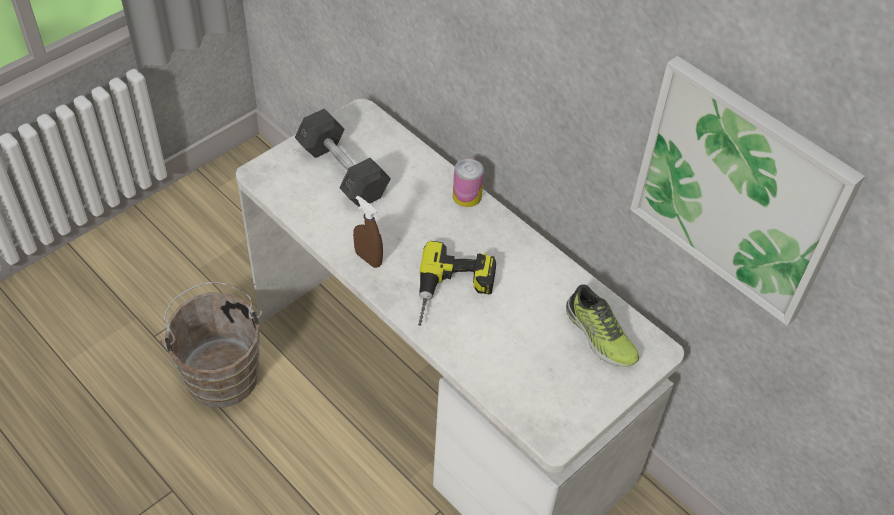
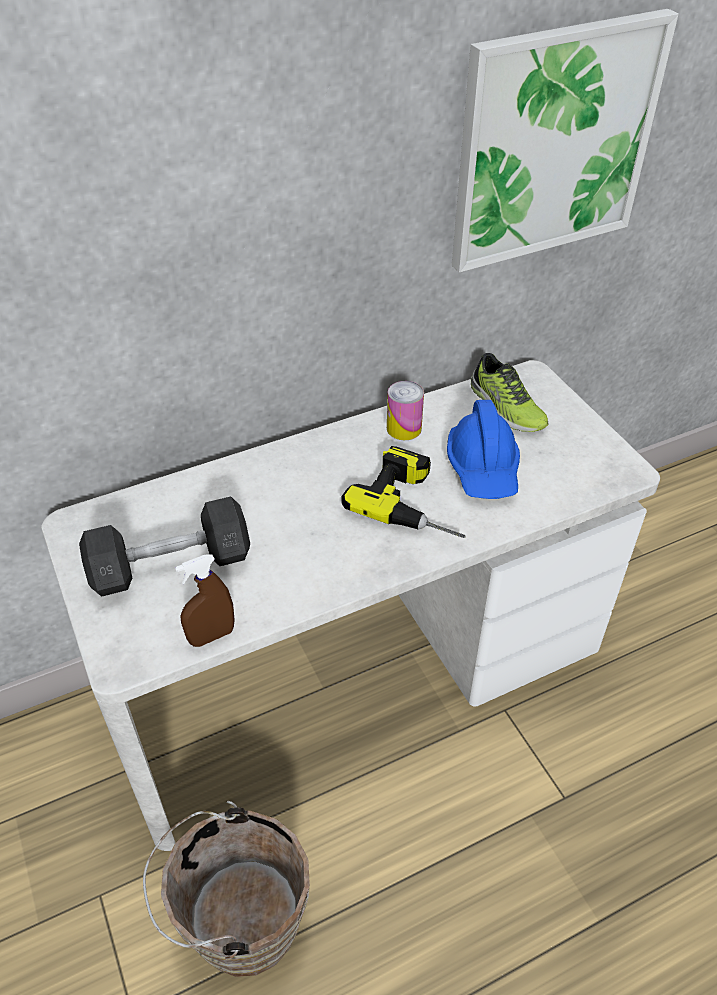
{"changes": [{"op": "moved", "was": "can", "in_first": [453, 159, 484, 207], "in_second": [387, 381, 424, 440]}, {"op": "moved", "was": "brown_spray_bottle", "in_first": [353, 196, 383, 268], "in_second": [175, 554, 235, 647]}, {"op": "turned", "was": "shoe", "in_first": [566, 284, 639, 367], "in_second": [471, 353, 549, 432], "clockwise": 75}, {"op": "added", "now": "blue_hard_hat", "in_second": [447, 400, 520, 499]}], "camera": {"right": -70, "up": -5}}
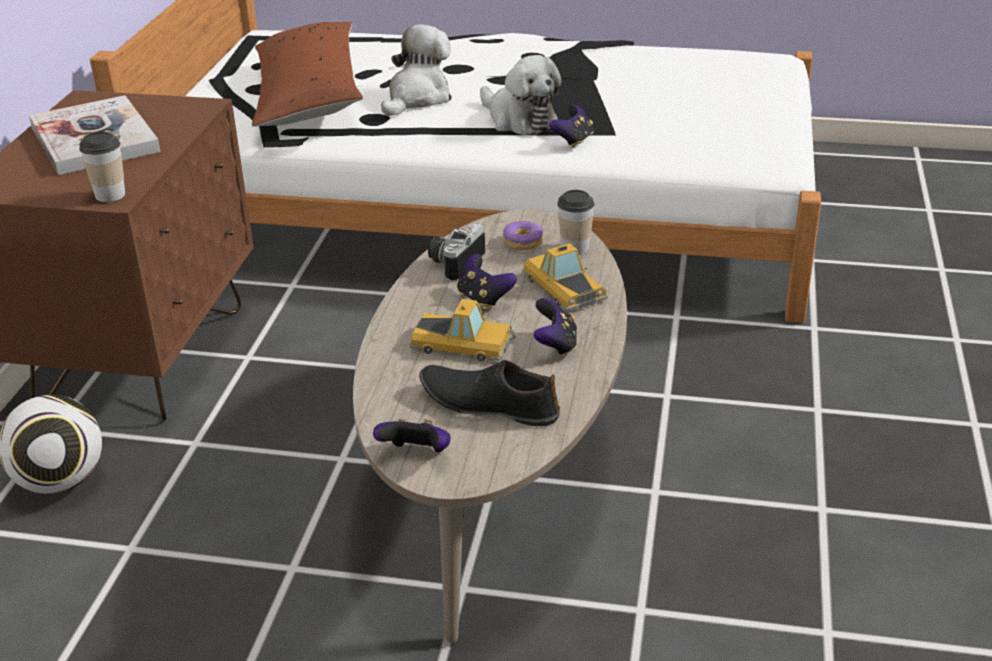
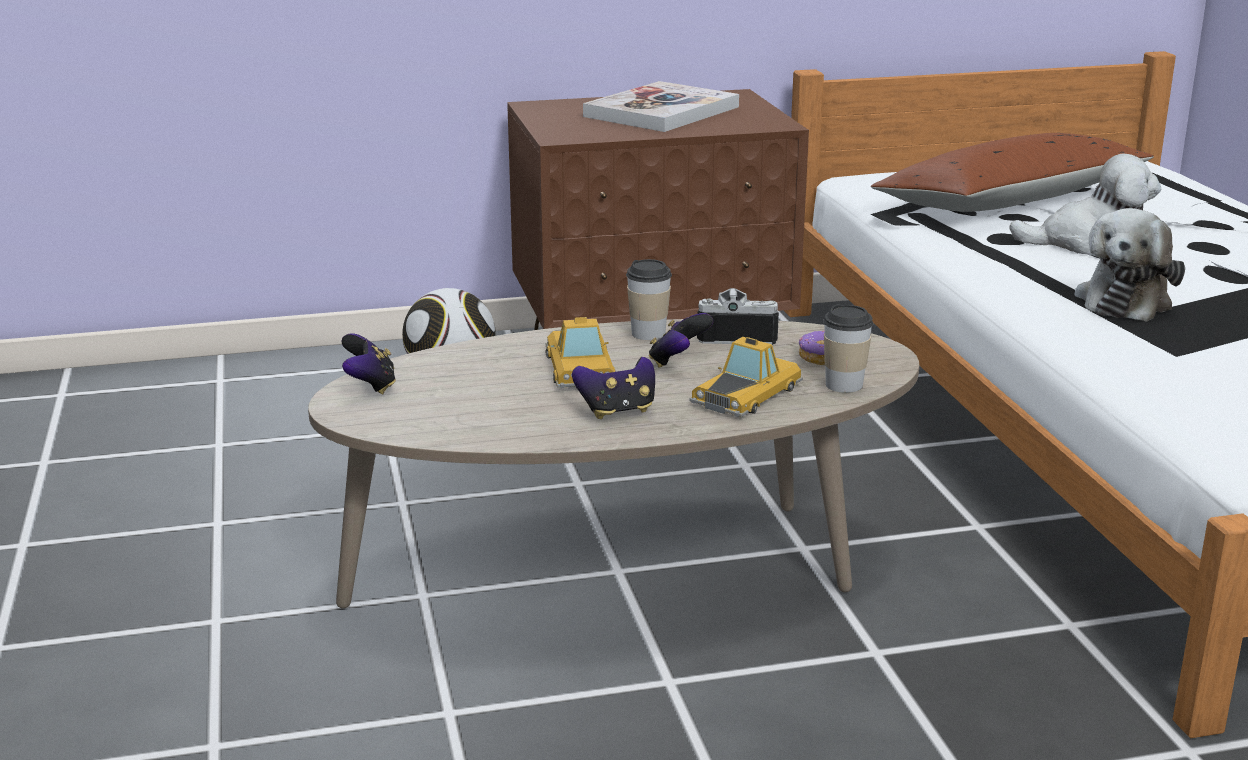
{"changes": [{"op": "removed", "was": "game_controller", "in_first": [549, 105, 594, 148]}, {"op": "moved", "was": "cup", "in_first": [79, 132, 125, 202], "in_second": [626, 259, 672, 340]}, {"op": "removed", "was": "black_shoe", "in_first": [419, 360, 560, 426]}], "camera": {"right": 65, "up": -10}}
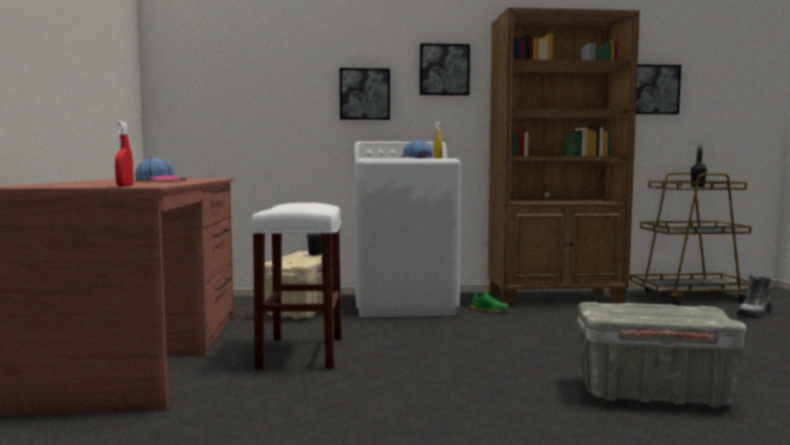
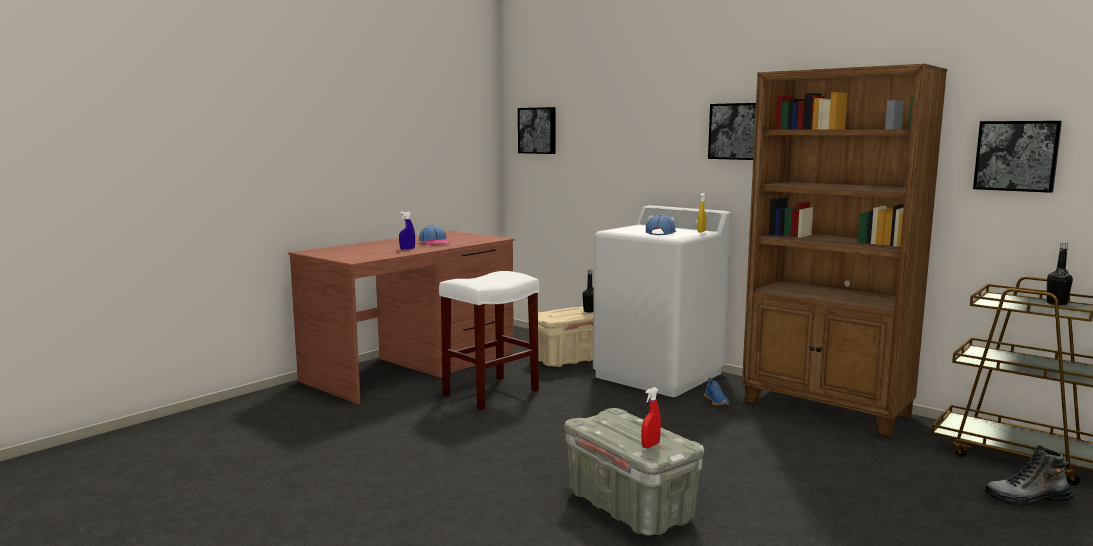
{"changes": [{"op": "moved", "was": "picture", "in_first": [340, 68, 390, 120], "in_second": [518, 107, 555, 154]}, {"op": "moved", "was": "red_spray_bottle", "in_first": [115, 120, 134, 187], "in_second": [641, 387, 661, 448]}, {"op": "recoloured", "was": "green_shoe", "now": "blue_shoe", "in_first": [471, 291, 509, 313], "in_second": [704, 378, 729, 406]}, {"op": "added", "now": "blue_spray_bottle", "in_second": [399, 211, 415, 250]}], "camera": {"right": 45, "up": 5}}
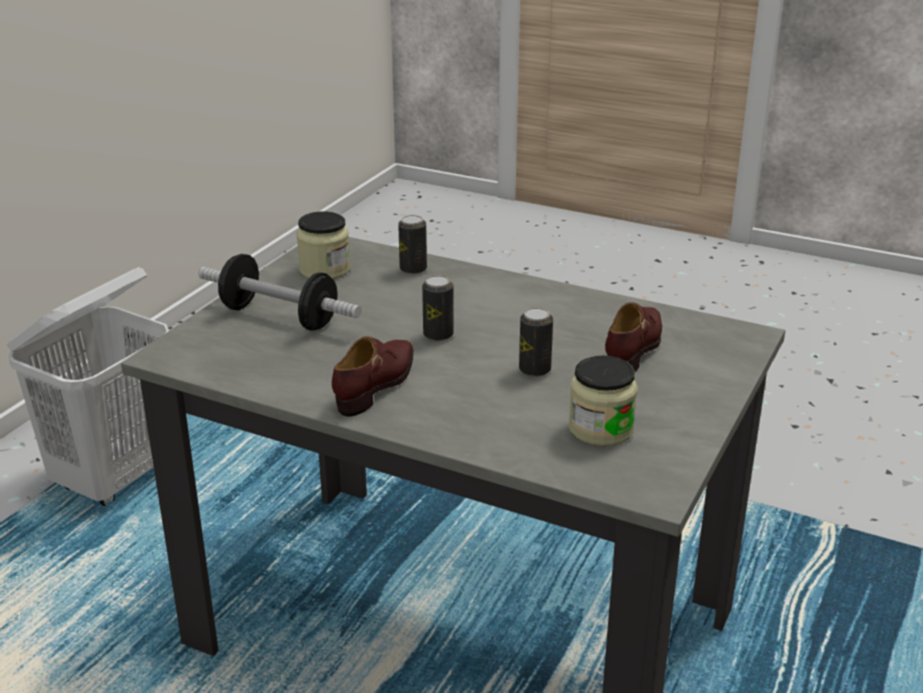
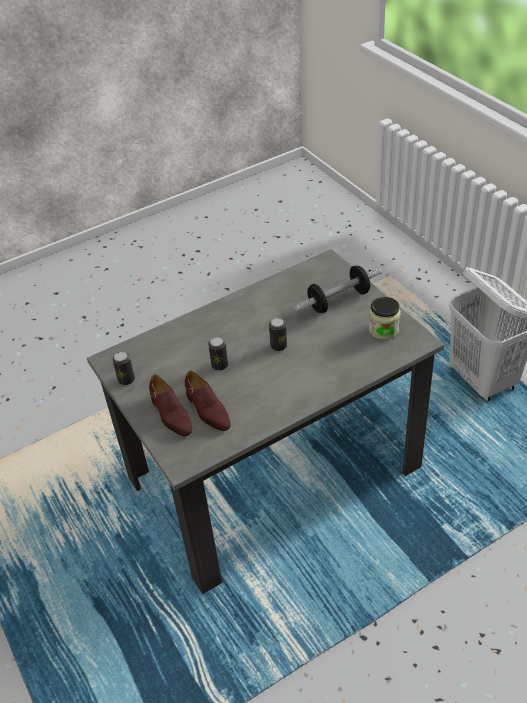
{"changes": [{"op": "moved", "was": "can", "in_first": [398, 215, 427, 274], "in_second": [112, 352, 135, 385]}, {"op": "moved", "was": "brown_shoe", "in_first": [332, 336, 414, 416], "in_second": [149, 375, 192, 436]}, {"op": "removed", "was": "jar", "in_first": [568, 356, 638, 446]}], "camera": {"right": 125, "up": 15}}
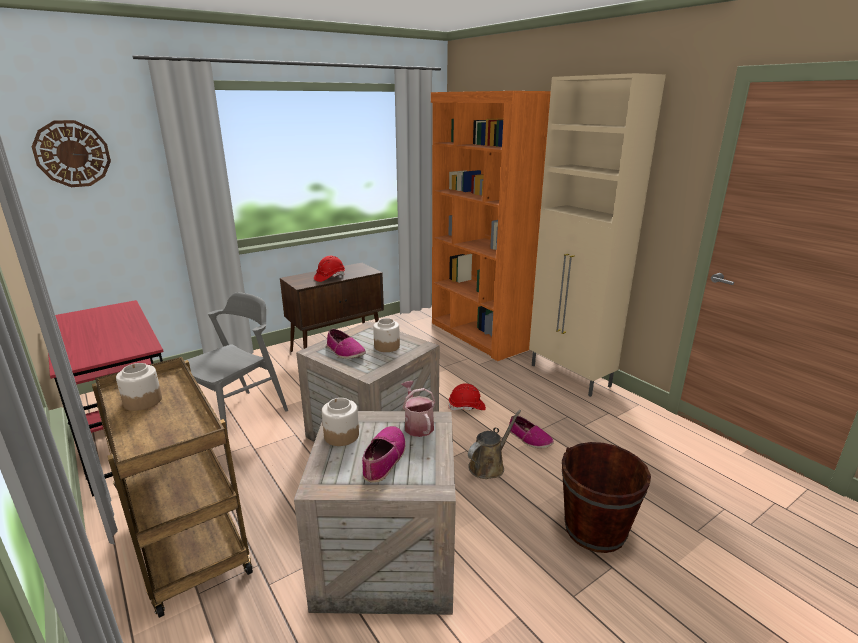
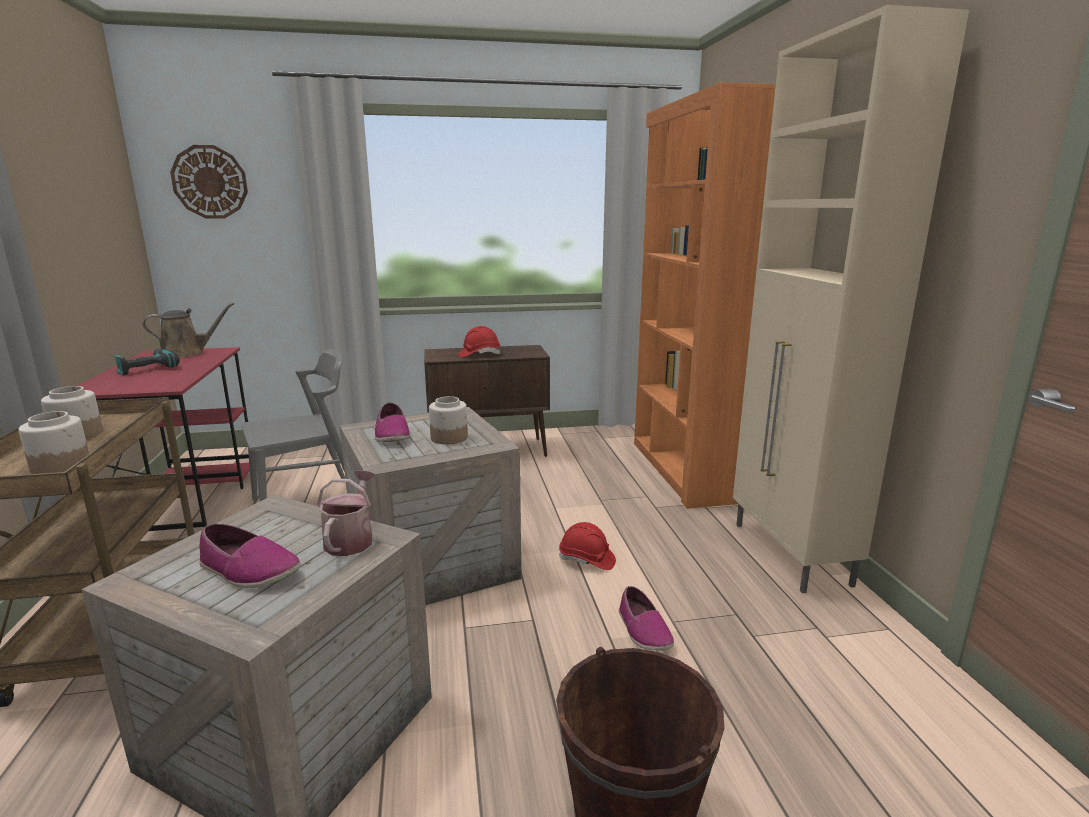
{"changes": [{"op": "moved", "was": "jar", "in_first": [322, 398, 359, 446], "in_second": [18, 411, 89, 474]}, {"op": "moved", "was": "brown_watering_can", "in_first": [468, 410, 521, 479], "in_second": [143, 302, 234, 358]}, {"op": "turned", "was": "shoe", "in_first": [362, 426, 406, 483], "in_second": [199, 523, 301, 588], "clockwise": 75}, {"op": "added", "now": "power_drill", "in_second": [113, 349, 180, 375]}], "camera": {"right": 25, "up": -5}}
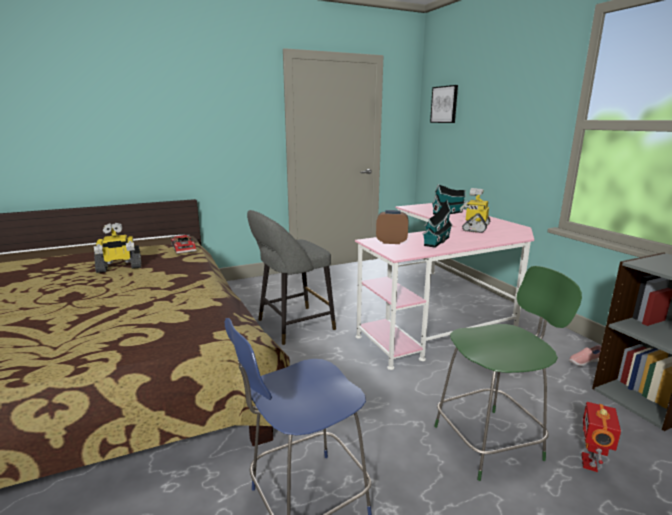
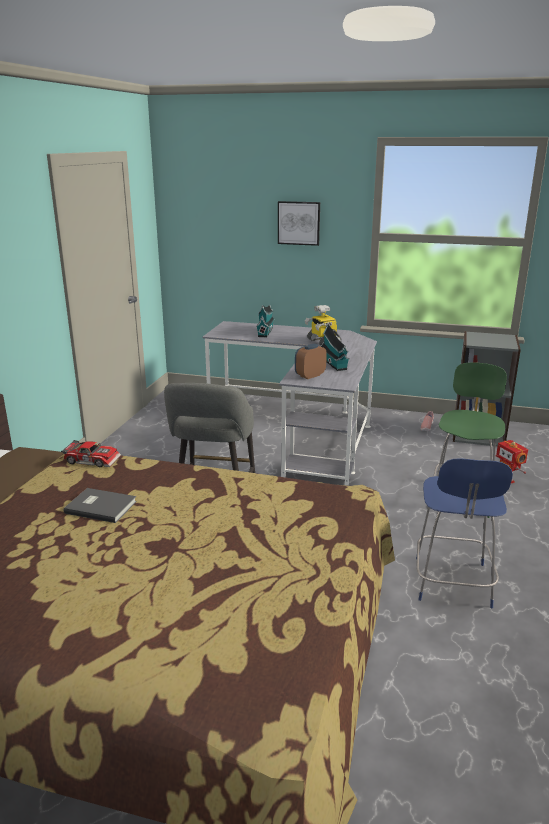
{"changes": [{"op": "moved", "was": "picture", "in_first": [430, 85, 458, 123], "in_second": [278, 201, 320, 246]}, {"op": "recoloured", "was": "pink_desk", "now": "grey_desk", "in_first": [355, 203, 534, 370], "in_second": [203, 321, 377, 486]}, {"op": "replaced", "was": "toy_robot", "now": "grey_book", "in_first": [94, 223, 142, 273], "in_second": [64, 488, 137, 523]}], "camera": {"right": -50, "up": 5}}
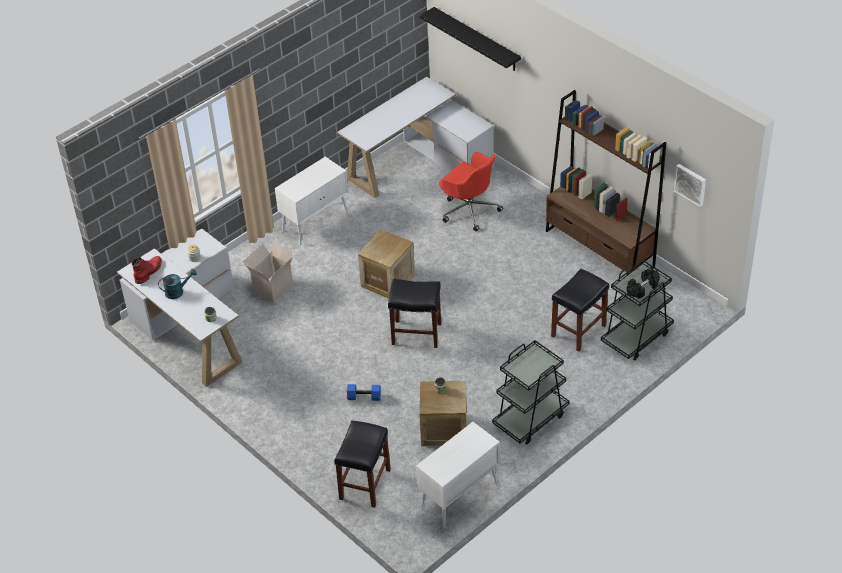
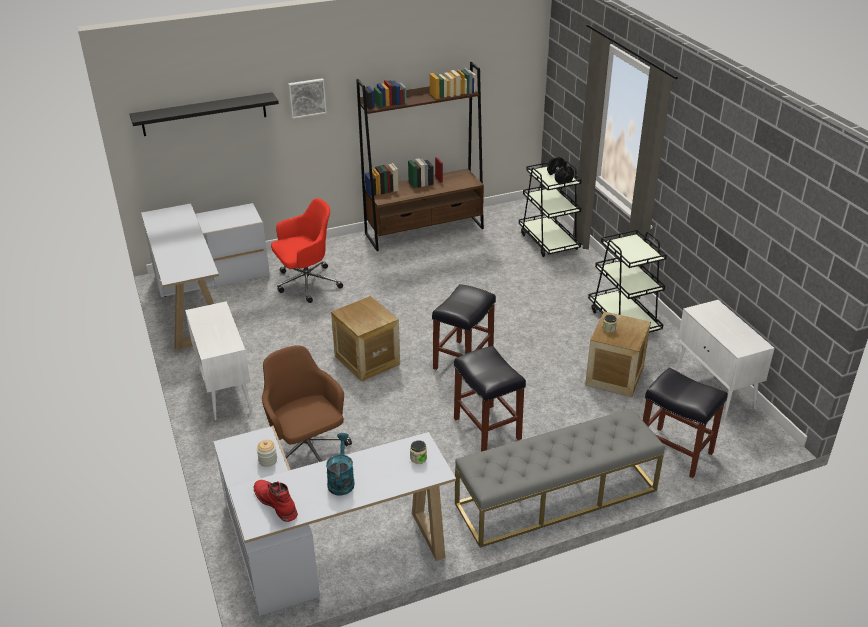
{"changes": [{"op": "moved", "was": "picture", "in_first": [674, 164, 706, 207], "in_second": [288, 78, 327, 119]}, {"op": "replaced", "was": "cardboard_box", "now": "brown_office_chair", "in_first": [243, 241, 293, 303], "in_second": [262, 345, 352, 462]}, {"op": "moved", "was": "black_stool", "in_first": [551, 269, 609, 352], "in_second": [454, 346, 526, 452]}, {"op": "removed", "was": "blue_dumbbell", "in_first": [347, 384, 381, 401]}, {"op": "added", "now": "grey_bench", "in_second": [455, 408, 665, 548]}], "camera": {"right": -70, "up": -10}}
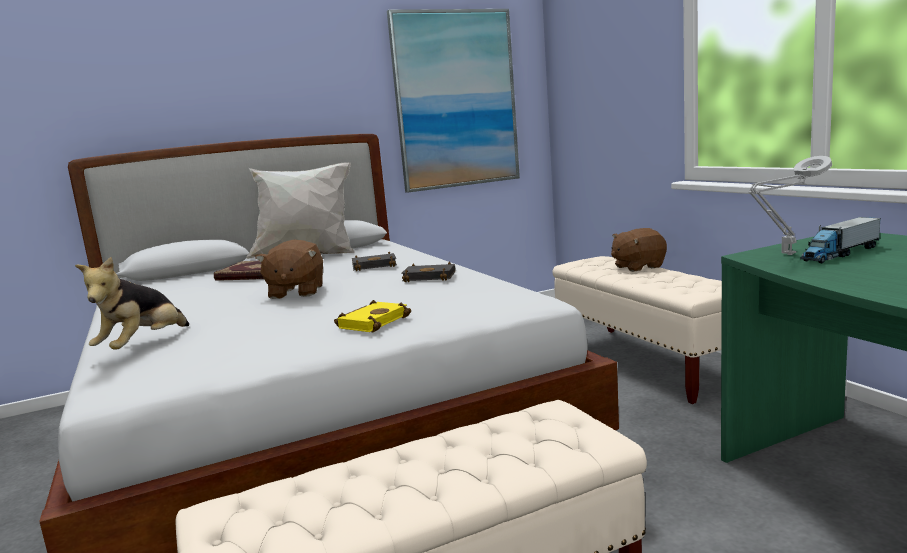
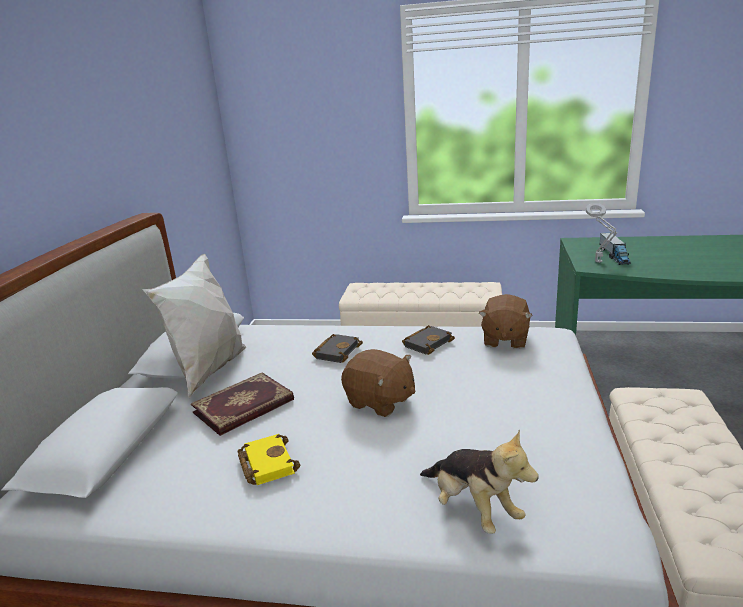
{"changes": [{"op": "removed", "was": "picture", "in_first": [387, 9, 520, 193]}, {"op": "moved", "was": "brown_plush_toy", "in_first": [611, 228, 667, 272], "in_second": [479, 294, 533, 349]}, {"op": "moved", "was": "yellow_book", "in_first": [334, 300, 411, 333], "in_second": [238, 434, 300, 485]}], "camera": {"right": -55, "up": 10}}
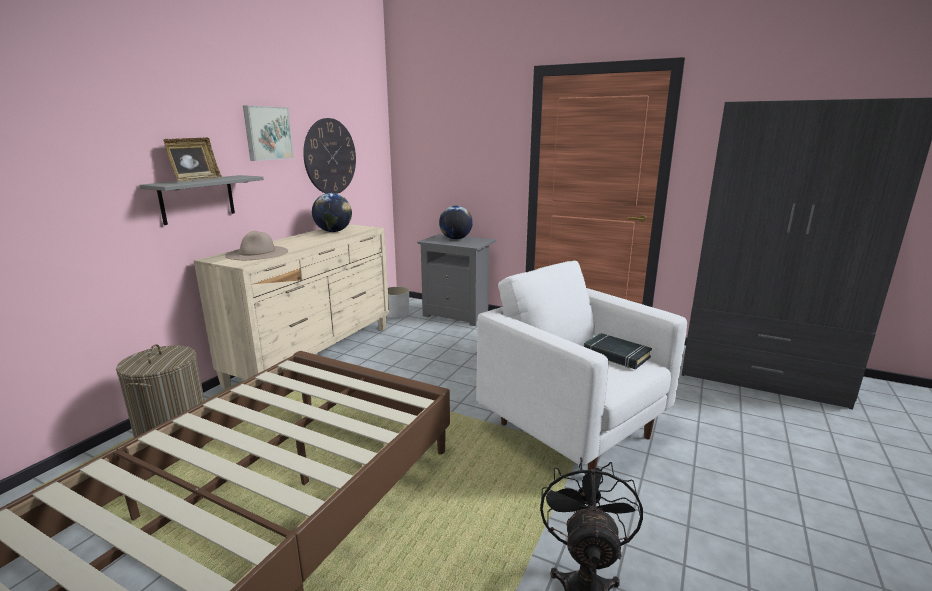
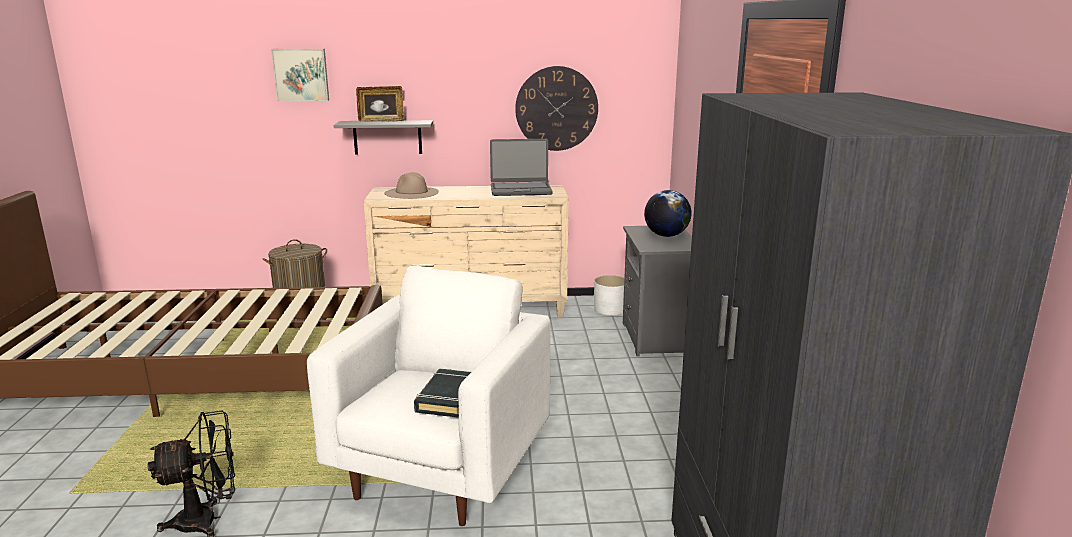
{"changes": [{"op": "moved", "was": "picture", "in_first": [243, 105, 294, 161], "in_second": [271, 49, 329, 101]}, {"op": "replaced", "was": "globe", "now": "laptop", "in_first": [312, 193, 352, 232], "in_second": [490, 139, 553, 196]}], "camera": {"right": 60, "up": 0}}
